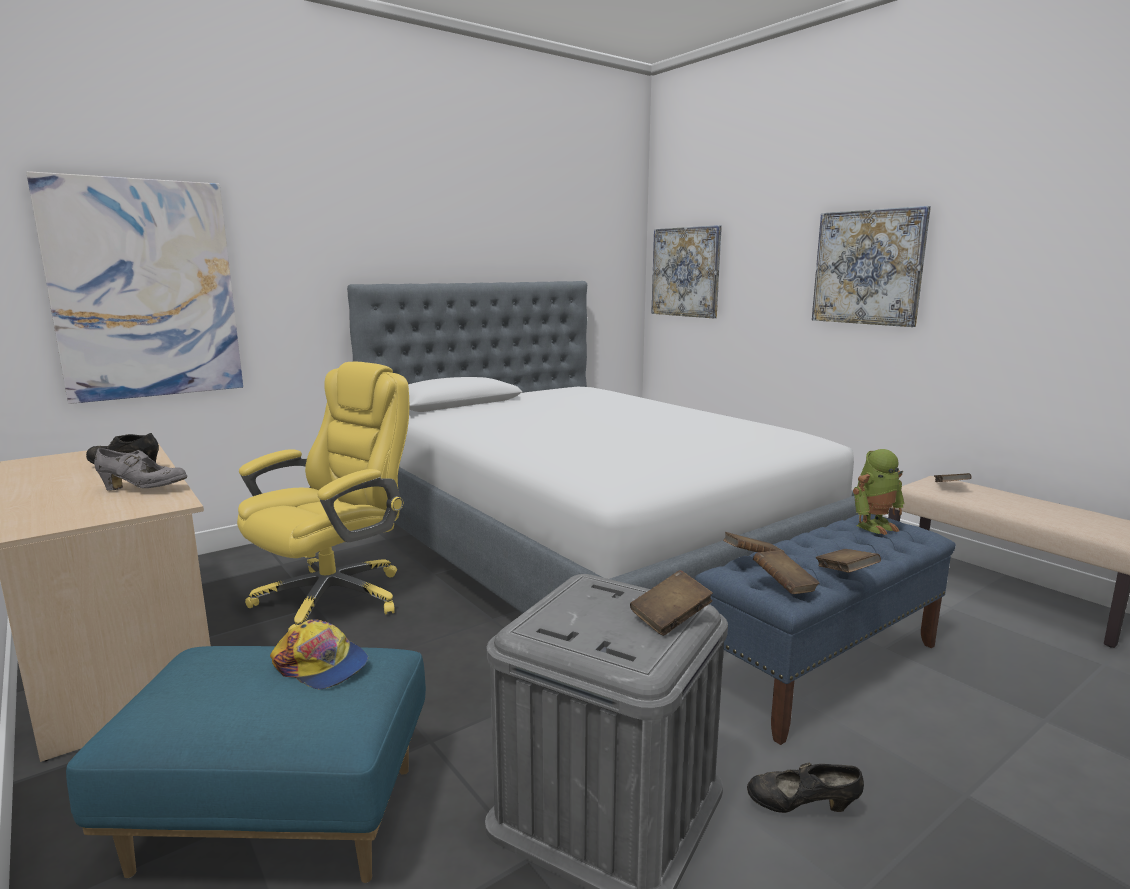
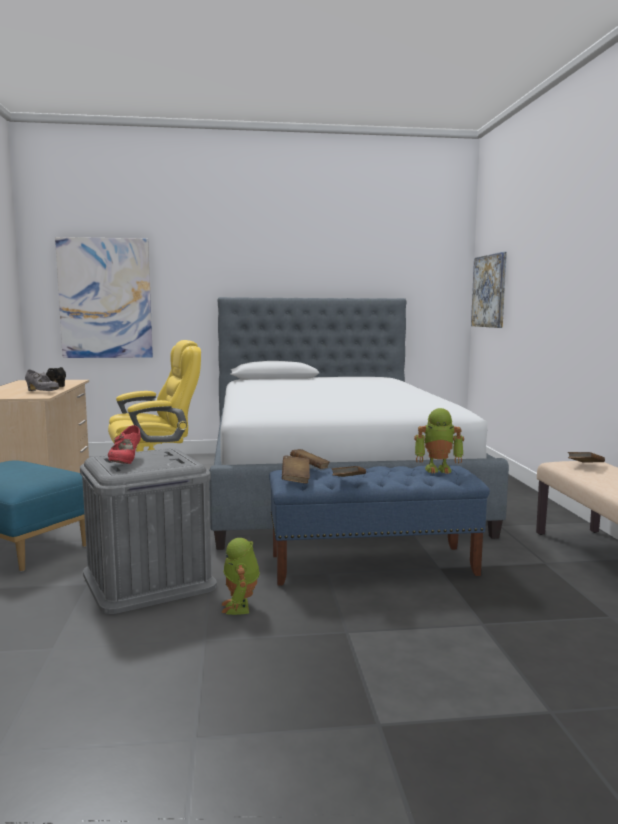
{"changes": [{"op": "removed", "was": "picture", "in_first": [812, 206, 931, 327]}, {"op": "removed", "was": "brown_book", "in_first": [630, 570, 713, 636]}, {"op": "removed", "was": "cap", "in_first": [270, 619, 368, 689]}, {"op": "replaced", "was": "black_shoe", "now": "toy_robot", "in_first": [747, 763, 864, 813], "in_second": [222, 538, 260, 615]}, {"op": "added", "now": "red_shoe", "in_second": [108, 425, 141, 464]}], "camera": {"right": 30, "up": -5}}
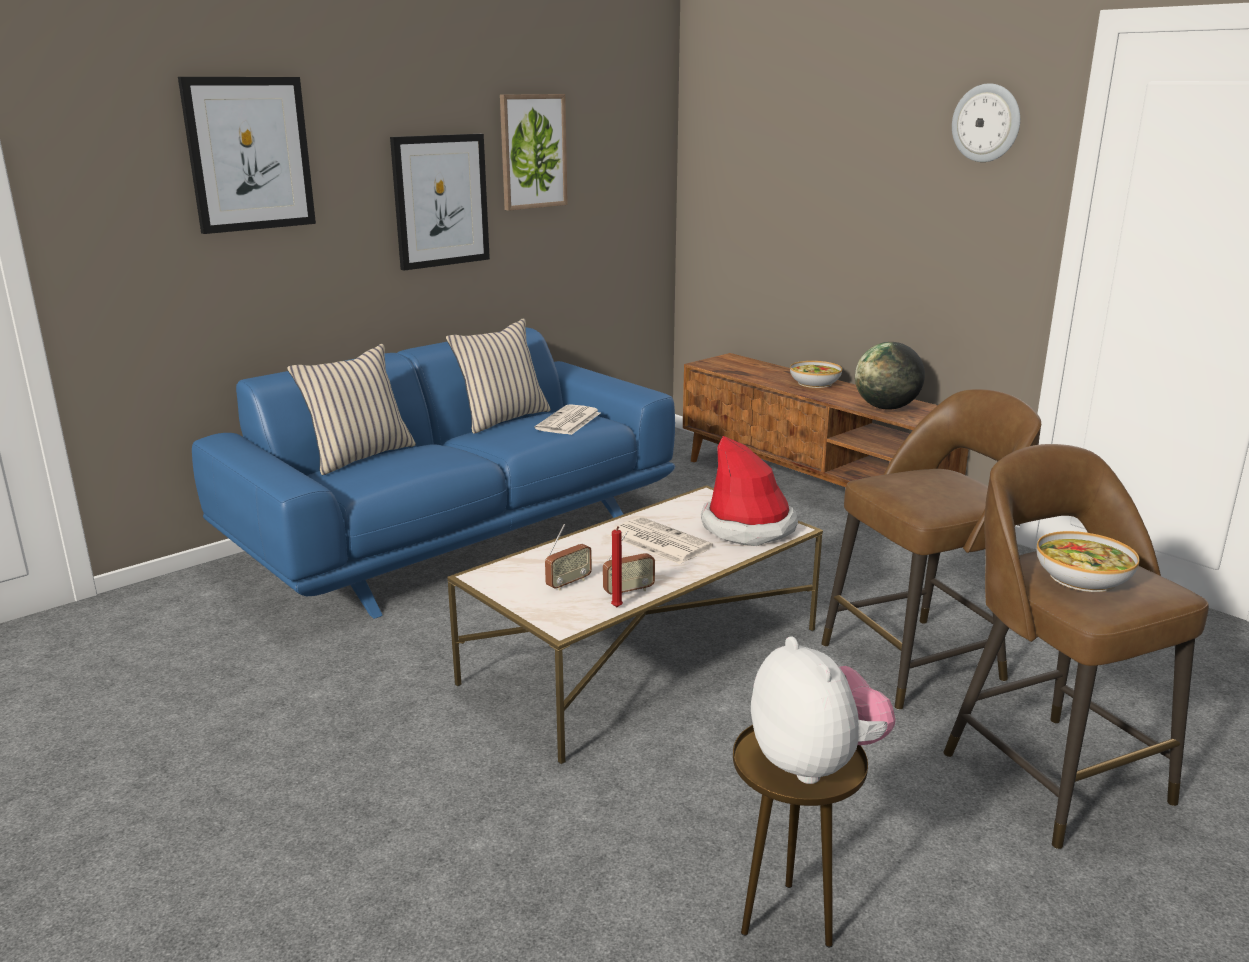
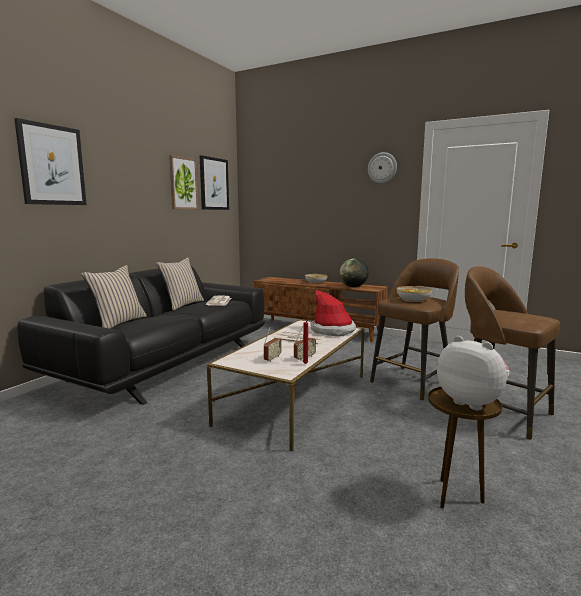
{"changes": [{"op": "moved", "was": "picture", "in_first": [390, 134, 490, 271], "in_second": [200, 155, 229, 210]}, {"op": "recoloured", "was": "blue_sofa", "now": "black_sofa", "in_first": [192, 327, 675, 619], "in_second": [17, 266, 265, 405]}, {"op": "moved", "was": "bowl", "in_first": [1037, 531, 1140, 592], "in_second": [397, 286, 432, 302]}], "camera": {"right": -20, "up": -10}}
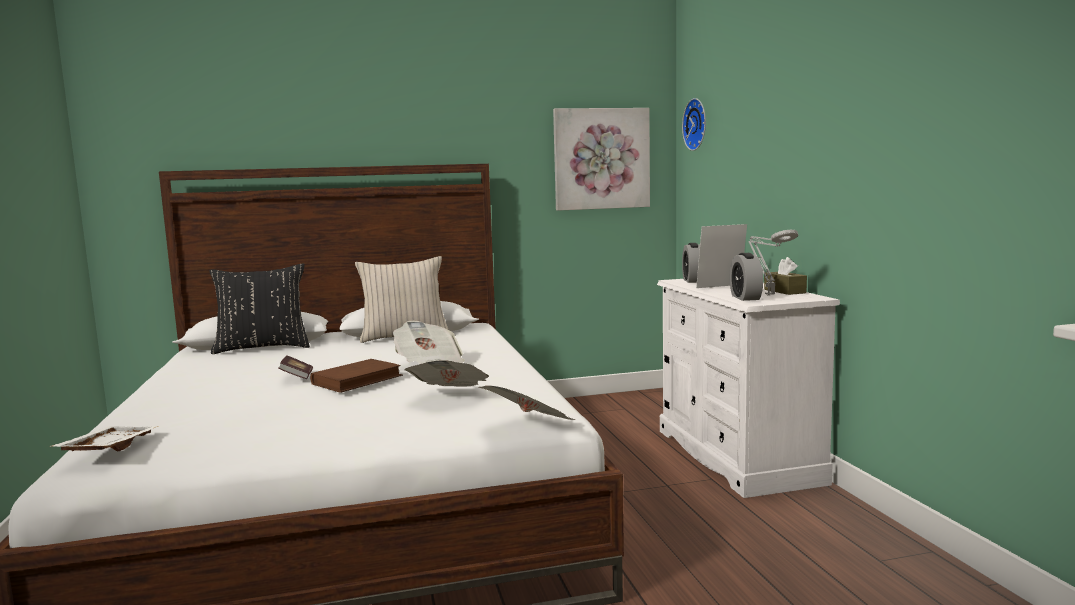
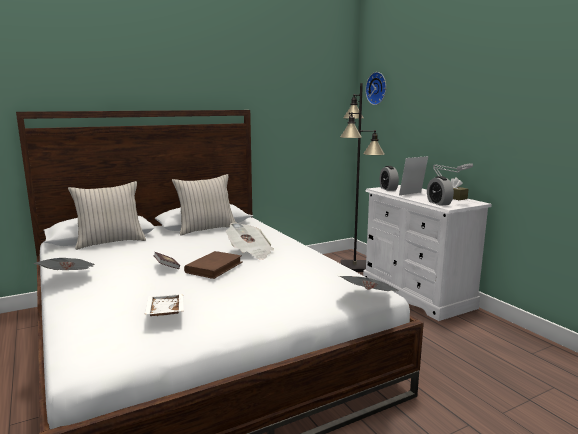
{"changes": [{"op": "removed", "was": "picture", "in_first": [553, 108, 650, 211]}, {"op": "recoloured", "was": "black_pillow", "now": "beige_pillow", "in_first": [209, 263, 310, 354], "in_second": [68, 181, 146, 250]}, {"op": "moved", "was": "newspaper", "in_first": [404, 360, 489, 387], "in_second": [33, 258, 95, 270]}, {"op": "moved", "was": "white_tray", "in_first": [49, 426, 159, 451], "in_second": [145, 294, 184, 316]}, {"op": "added", "now": "black_floor_lamp", "in_second": [340, 83, 385, 272]}], "camera": {"right": -15, "up": 5}}
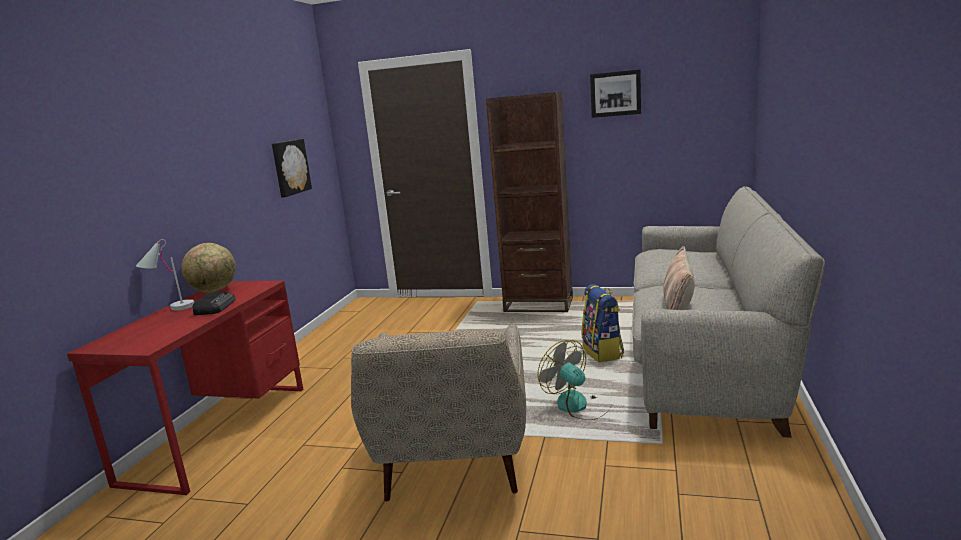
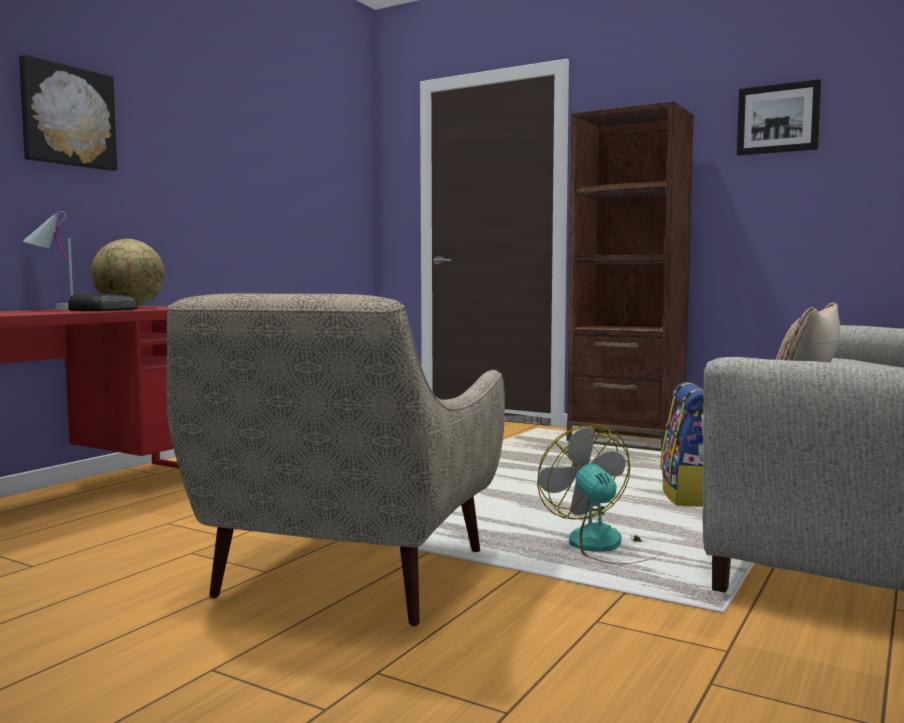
{"changes": [{"op": "moved", "was": "picture", "in_first": [272, 139, 312, 197], "in_second": [19, 55, 117, 171]}], "camera": {"right": 15, "up": -10}}
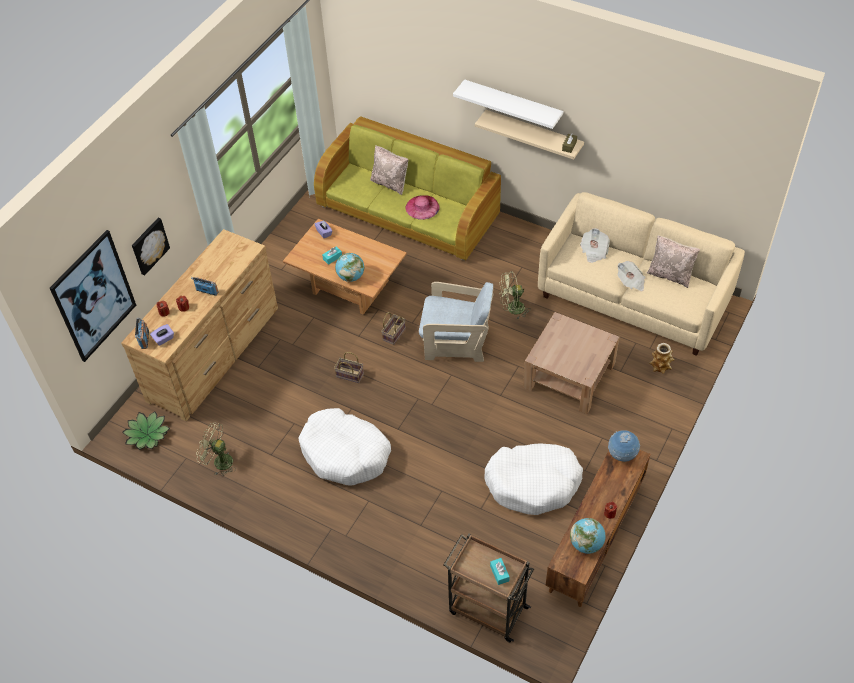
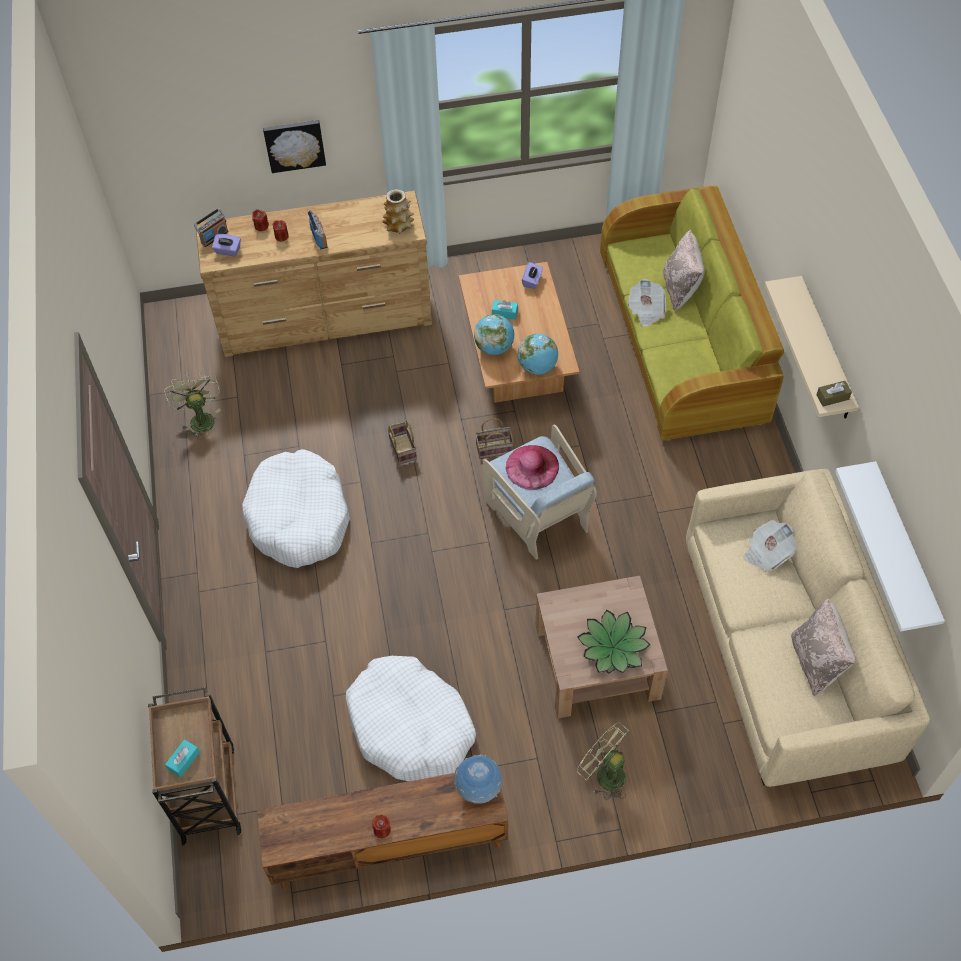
{"changes": [{"op": "moved", "was": "white_shelf", "in_first": [453, 79, 563, 129], "in_second": [835, 461, 945, 631]}, {"op": "moved", "was": "pink_hat", "in_first": [405, 195, 440, 220], "in_second": [506, 445, 559, 490]}, {"op": "removed", "was": "picture", "in_first": [50, 230, 136, 362]}, {"op": "moved", "was": "newspaper", "in_first": [617, 261, 645, 291], "in_second": [628, 279, 666, 327]}, {"op": "moved", "was": "green_fan", "in_first": [499, 271, 531, 319], "in_second": [577, 723, 629, 800]}, {"op": "moved", "was": "vase", "in_first": [649, 343, 675, 374], "in_second": [382, 189, 414, 234]}, {"op": "moved", "was": "potted_plant", "in_first": [122, 411, 170, 450], "in_second": [577, 610, 651, 674]}, {"op": "moved", "was": "globe", "in_first": [570, 518, 606, 554], "in_second": [517, 334, 558, 375]}], "camera": {"right": 50, "up": 5}}
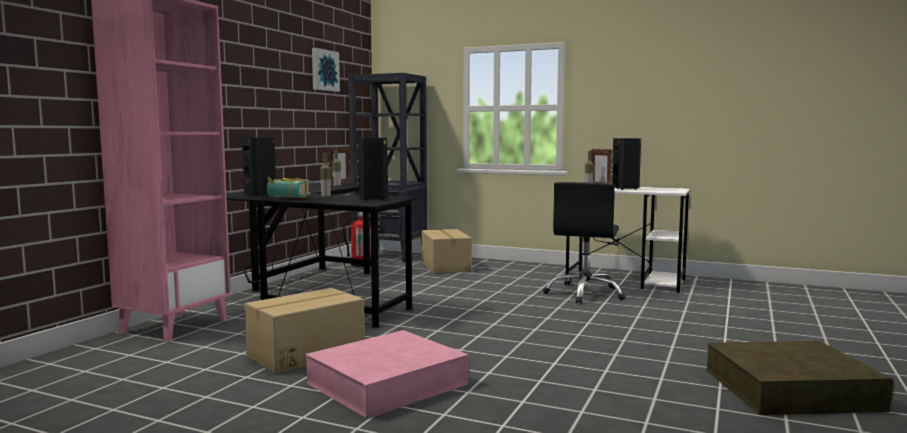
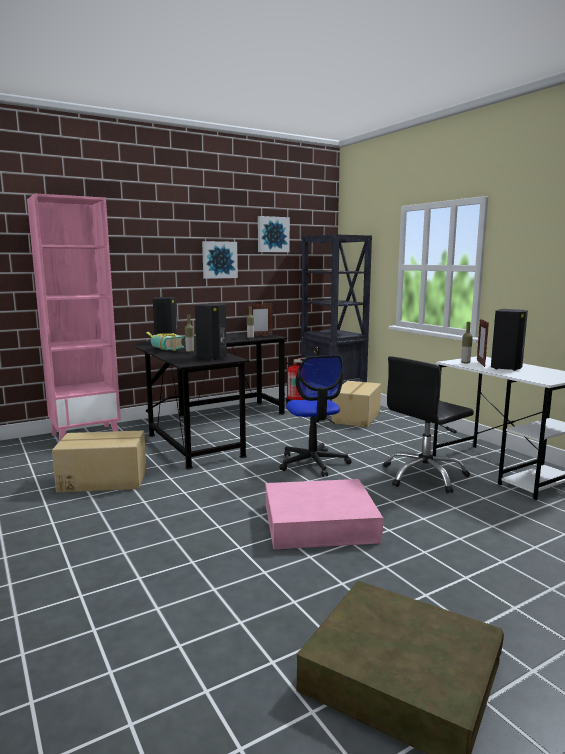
{"changes": [{"op": "moved", "was": "pink_storage_box", "in_first": [306, 330, 469, 419], "in_second": [265, 479, 384, 549]}, {"op": "added", "now": "picture", "in_second": [202, 241, 238, 279]}, {"op": "added", "now": "office_chair", "in_second": [279, 355, 352, 477]}], "camera": {"right": 35, "up": 5}}
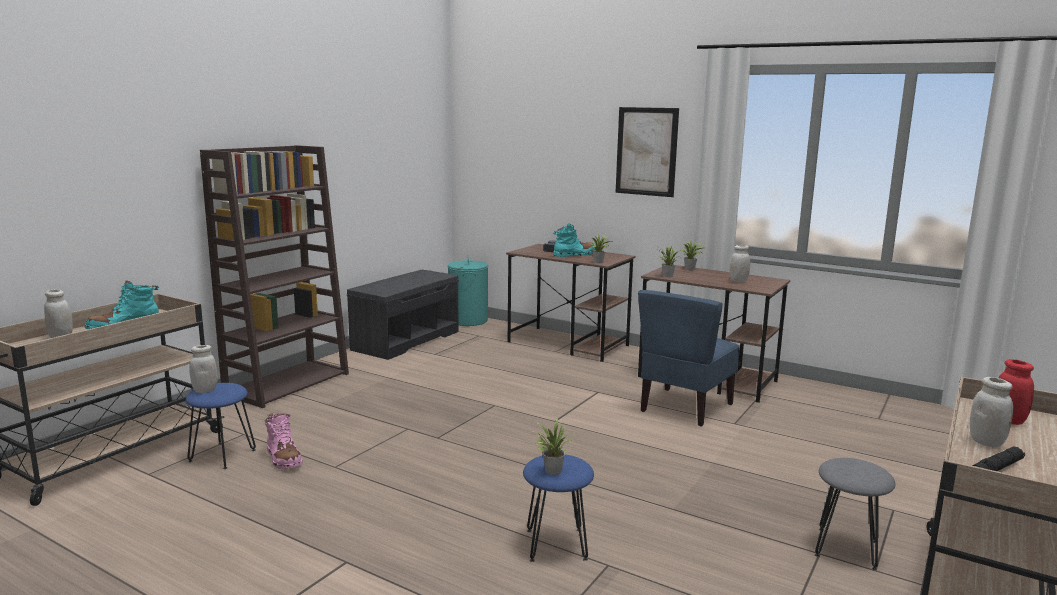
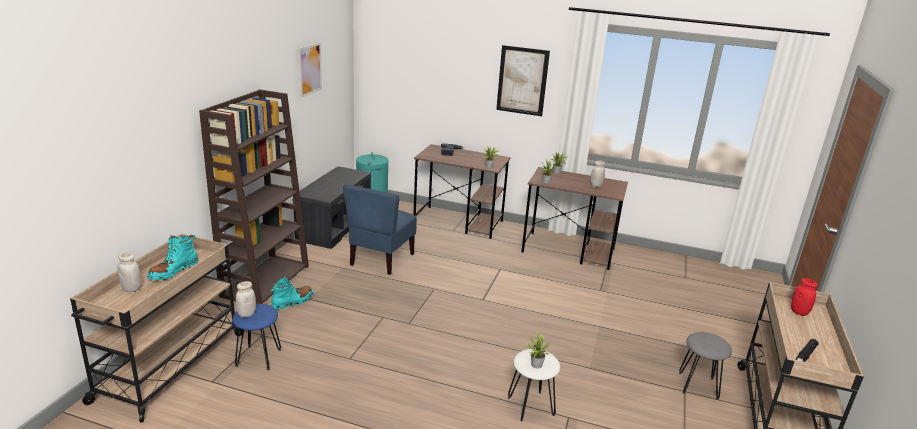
{"changes": [{"op": "moved", "was": "turquoise_boot", "in_first": [553, 224, 596, 257], "in_second": [269, 277, 313, 310]}, {"op": "moved", "was": "blue_chair", "in_first": [638, 290, 740, 426], "in_second": [343, 185, 417, 275]}, {"op": "removed", "was": "white_jar", "in_first": [970, 377, 1013, 447]}, {"op": "removed", "was": "pink_boot", "in_first": [265, 413, 303, 469]}, {"op": "recoloured", "was": "blue_stool", "now": "white_stool", "in_first": [523, 454, 594, 562], "in_second": [508, 349, 560, 421]}, {"op": "added", "now": "picture", "in_second": [299, 42, 322, 98]}], "camera": {"right": -15, "up": 10}}
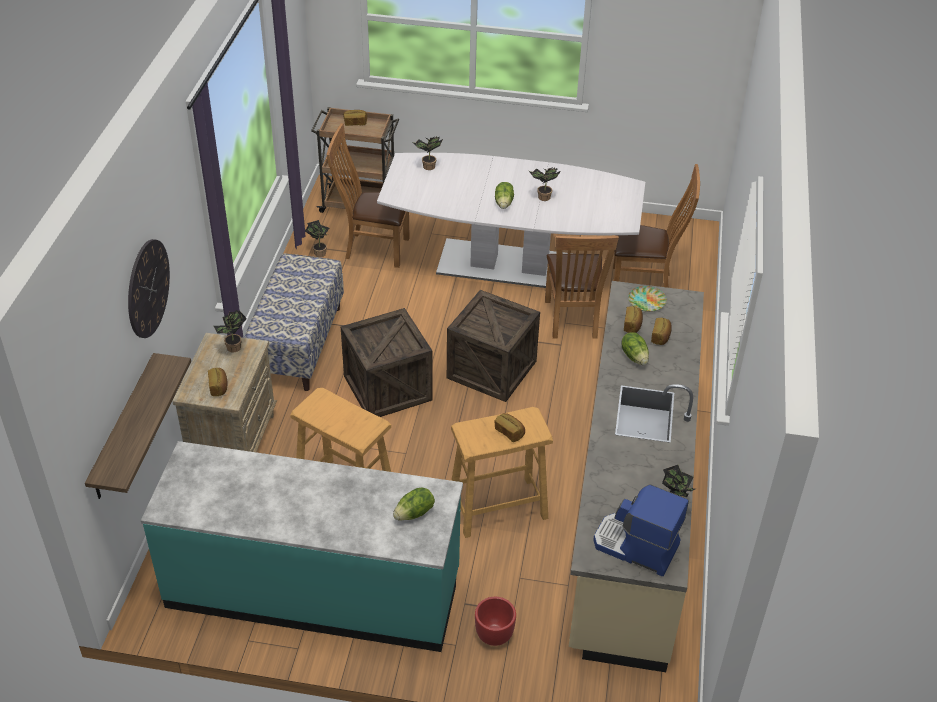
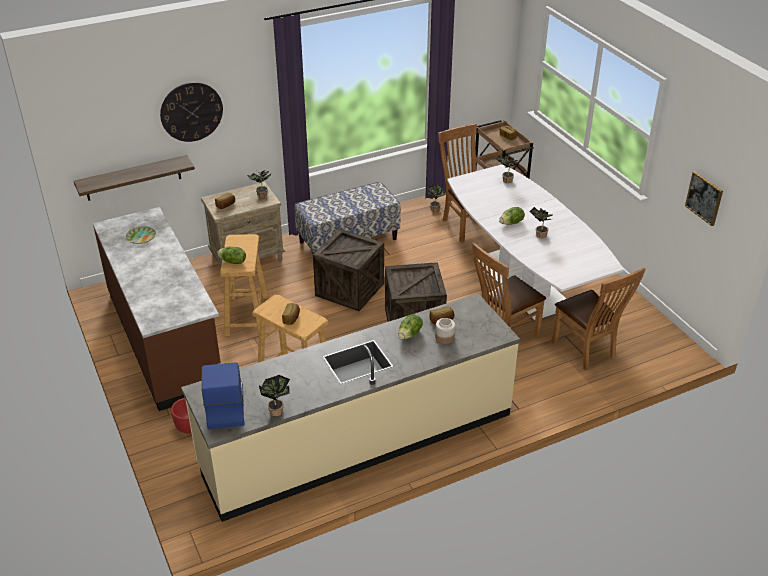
{"changes": [{"op": "moved", "was": "plate", "in_first": [628, 286, 667, 312], "in_second": [126, 226, 156, 244]}, {"op": "replaced", "was": "bread", "now": "jar", "in_first": [651, 318, 672, 345], "in_second": [435, 318, 455, 344]}, {"op": "recoloured", "was": "turquoise_counter", "now": "brown_counter", "in_first": [141, 441, 463, 652], "in_second": [93, 207, 221, 411]}, {"op": "moved", "was": "lettuce", "in_first": [393, 488, 435, 521], "in_second": [217, 246, 246, 264]}, {"op": "added", "now": "picture", "in_second": [685, 171, 723, 226]}], "camera": {"right": 55, "up": -5}}
